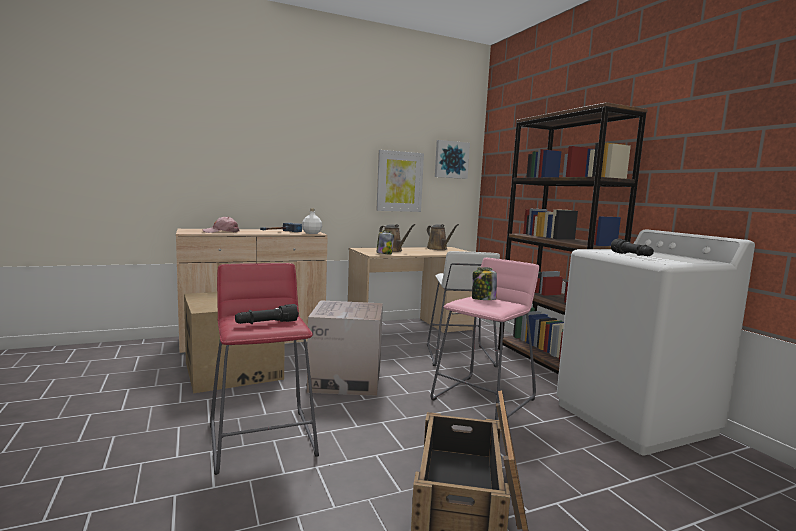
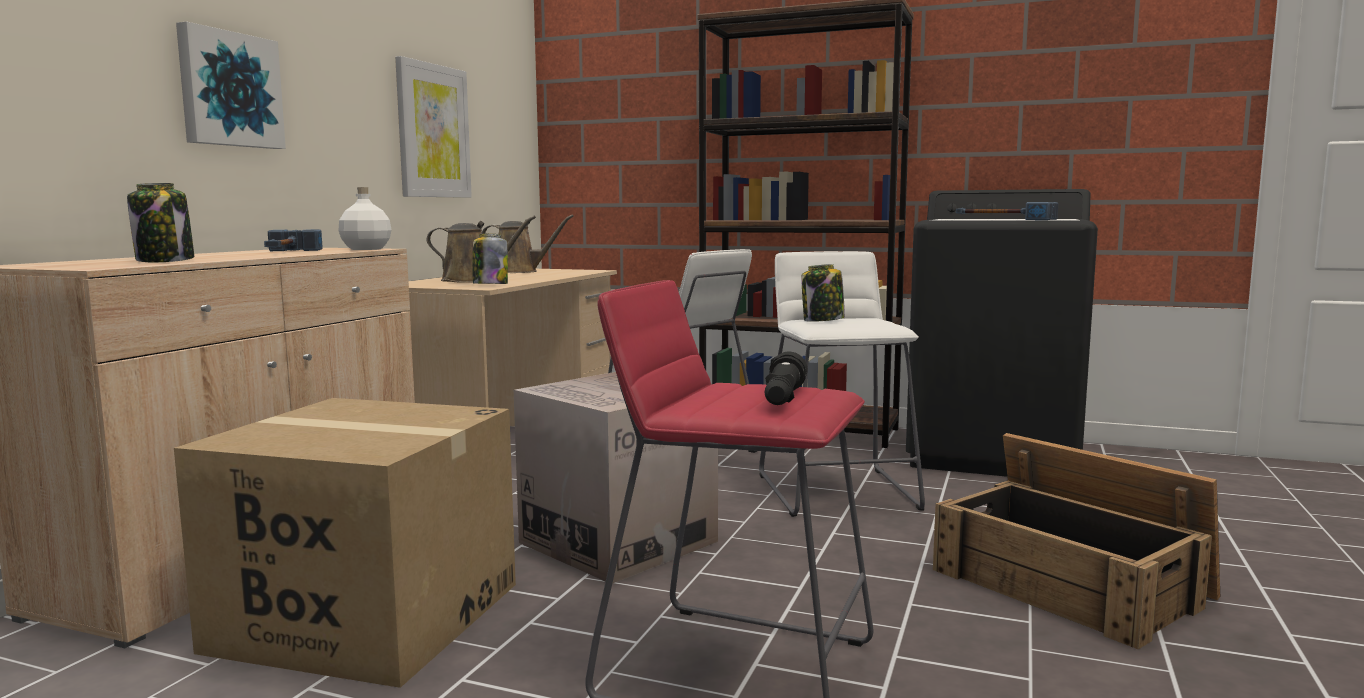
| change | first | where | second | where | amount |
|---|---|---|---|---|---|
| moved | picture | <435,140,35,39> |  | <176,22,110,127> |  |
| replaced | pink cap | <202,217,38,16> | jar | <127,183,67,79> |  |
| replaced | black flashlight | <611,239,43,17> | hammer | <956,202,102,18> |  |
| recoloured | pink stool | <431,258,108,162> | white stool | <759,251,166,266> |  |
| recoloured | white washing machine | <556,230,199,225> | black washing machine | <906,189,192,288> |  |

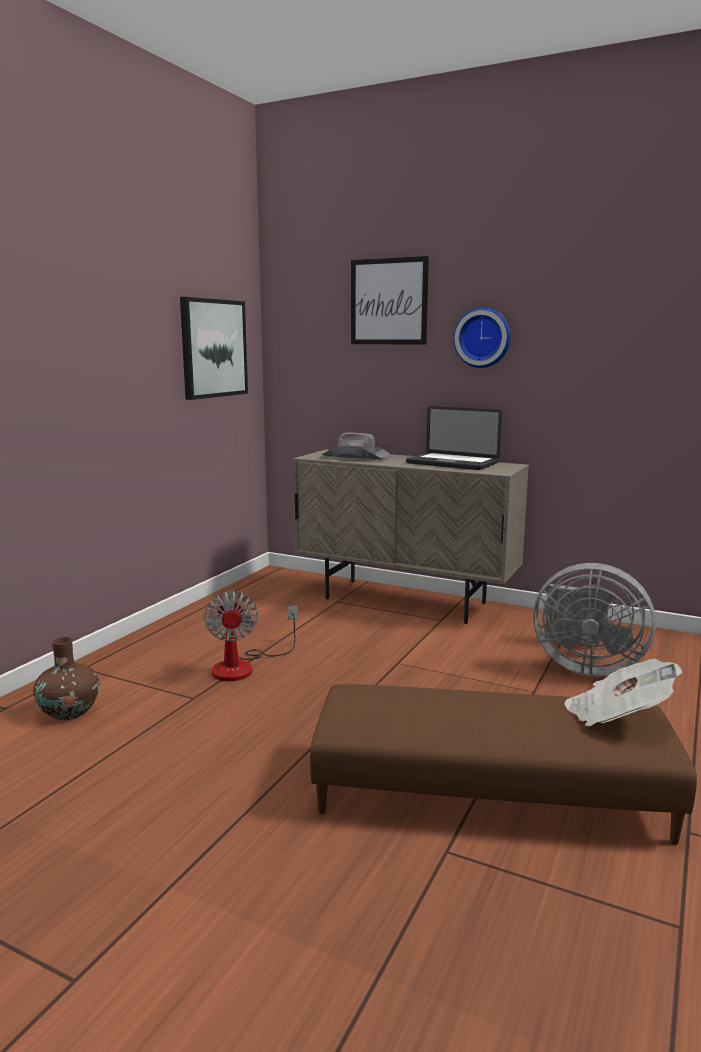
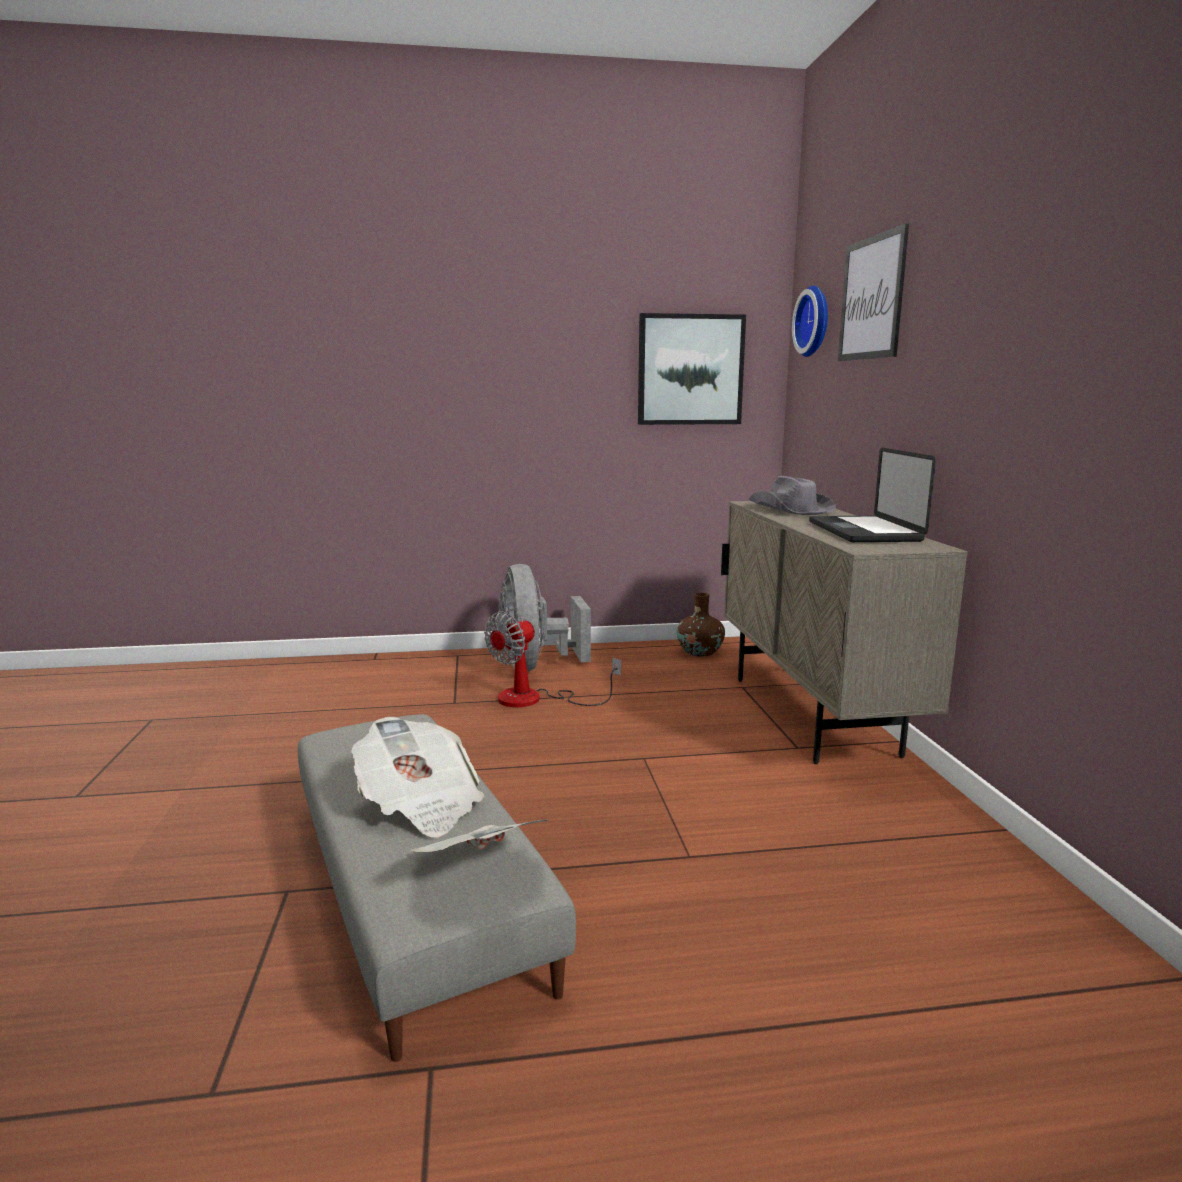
| change | first | where | second | where | amount |
|---|---|---|---|---|---|
| added |  |  | newspaper | <351,717,133,120> |  |
| moved | brown vase | <33,637,67,83> |  | <676,593,49,64> |  |
| moved | wall clock | <454,307,57,61> |  | <792,286,36,71> |  |
| moved | grey fan | <533,563,123,114> |  | <498,564,93,107> |  |
| recoloured | brown ottoman | <310,684,387,161> | grey ottoman | <298,714,278,348> |  |

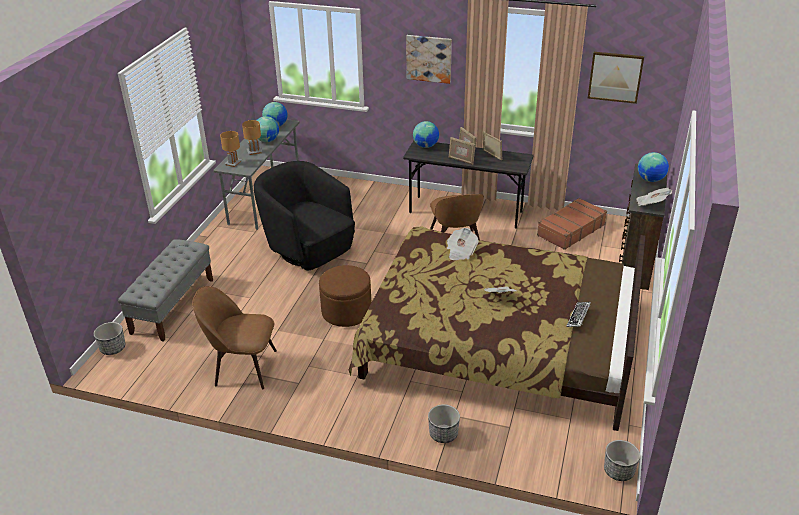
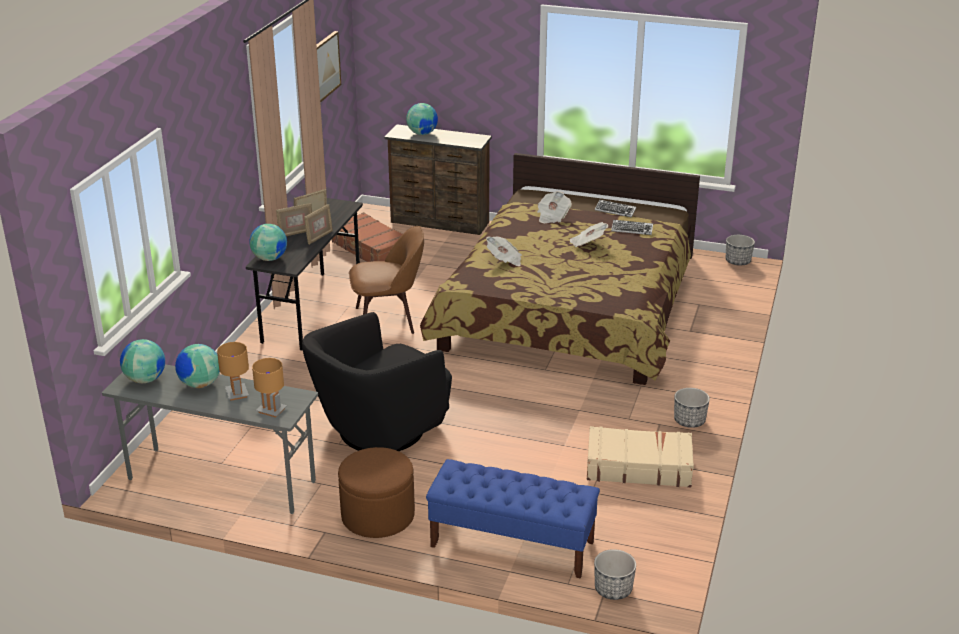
| change | first | where | second | where | amount |
|---|---|---|---|---|---|
| removed | picture | <406,35,46,49> |  |  |  |
| added |  |  | keyboard | <611,220,42,15> |  |
| moved | brown ottoman | <319,265,52,62> |  | <338,447,77,91> |  |
| moved | planter | <428,404,32,39> |  | <674,388,36,40> |  |
| moved | newspaper | <636,188,36,18> |  | <537,191,35,32> |  |
| replaced | brown chair | <192,286,85,104> | beige suitcase | <587,426,107,61> |  |
| recoloured | grey bench | <118,239,95,103> | blue bench | <426,459,174,120> |  |

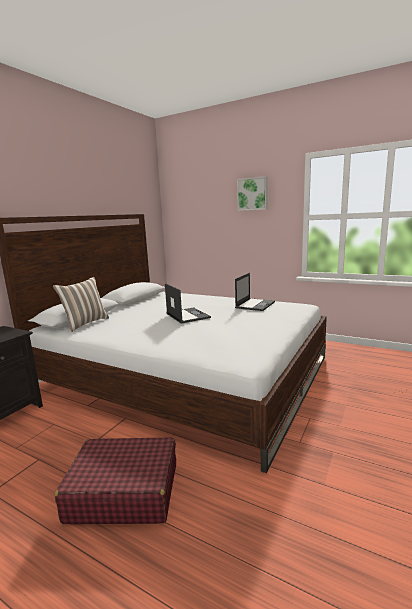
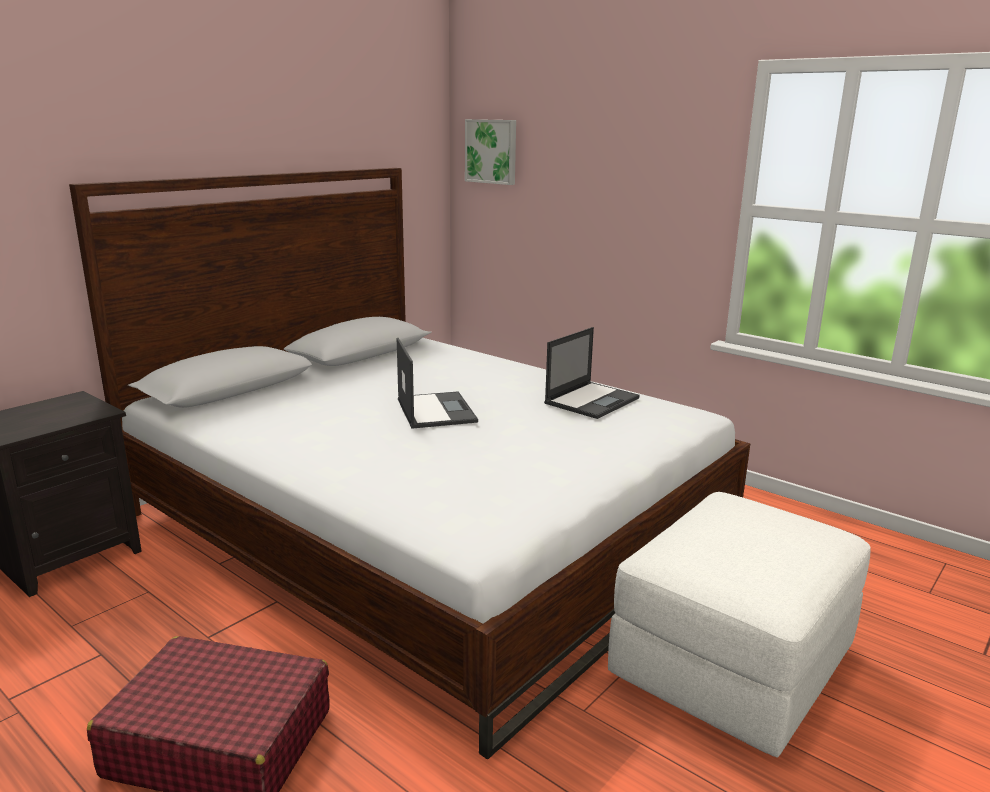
| change | first | where | second | where | amount |
|---|---|---|---|---|---|
| removed | pillow | <53,277,56,55> |  |  |  |
| added |  |  | white ottoman | <608,492,263,266> |  |
| moved | picture | <237,176,31,35> |  | <465,119,51,66> |  |

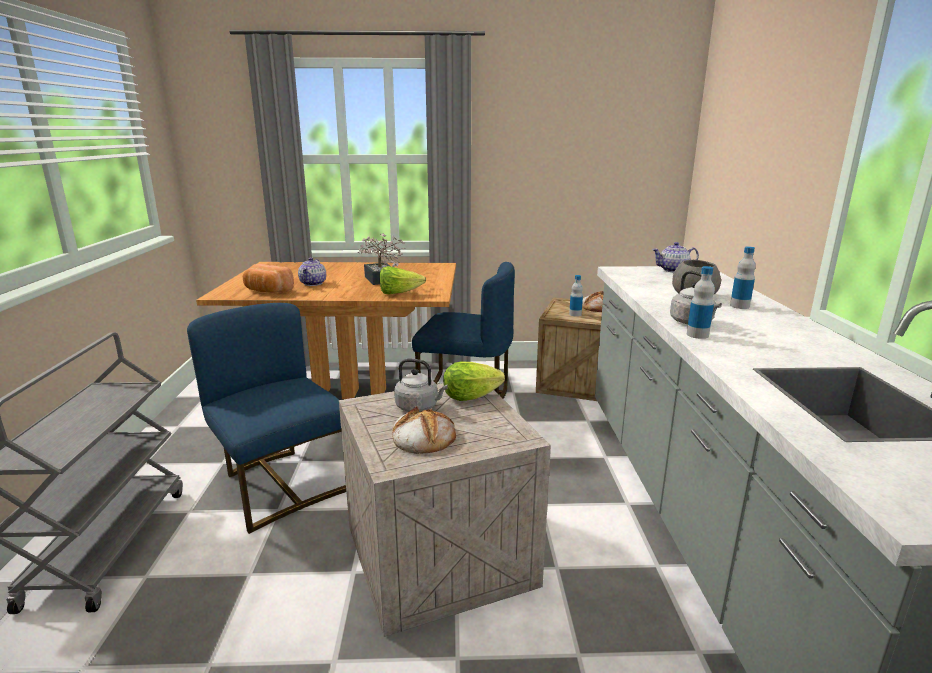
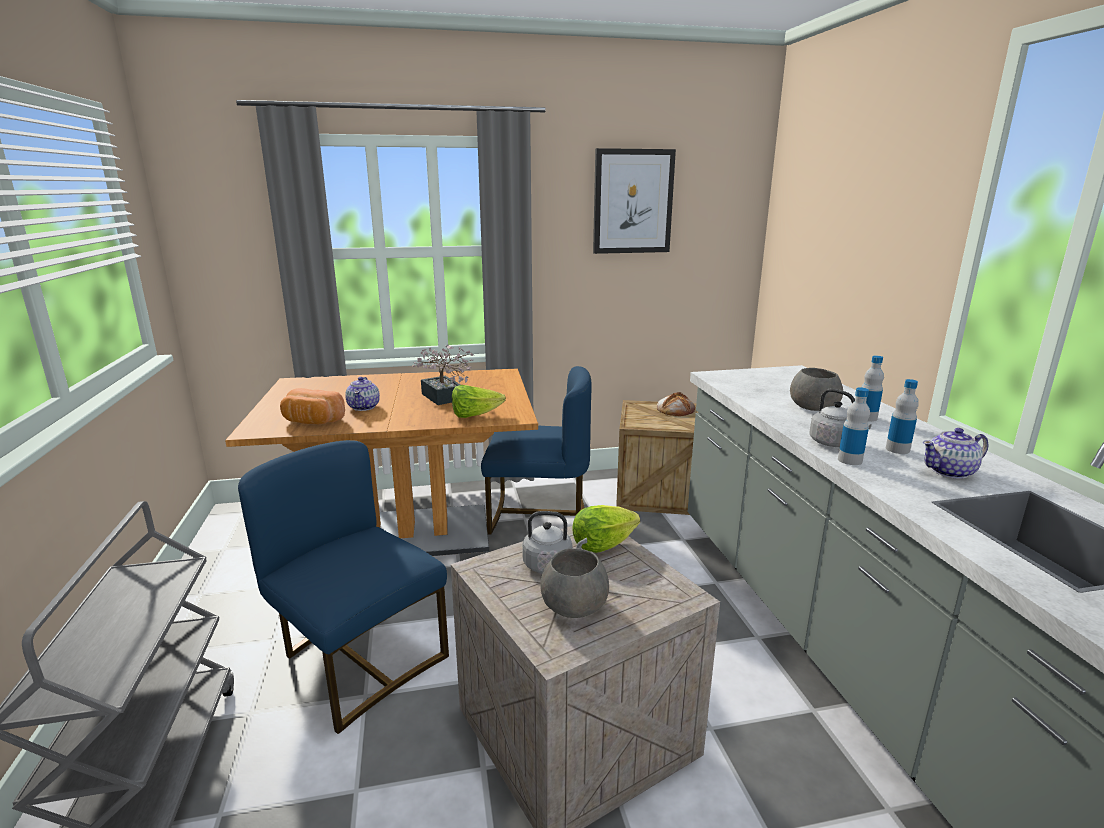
| change | first | where | second | where | amount |
|---|---|---|---|---|---|
| added |  |  | picture | <593,148,83,106> |  |
| moved | bottle | <569,275,14,42> |  | <886,379,33,75> |  |
| moved | teapot | <652,242,47,30> |  | <923,428,65,51> |  |
| replaced | bread | <392,406,64,47> | grey bowl | <540,548,69,70> |  |

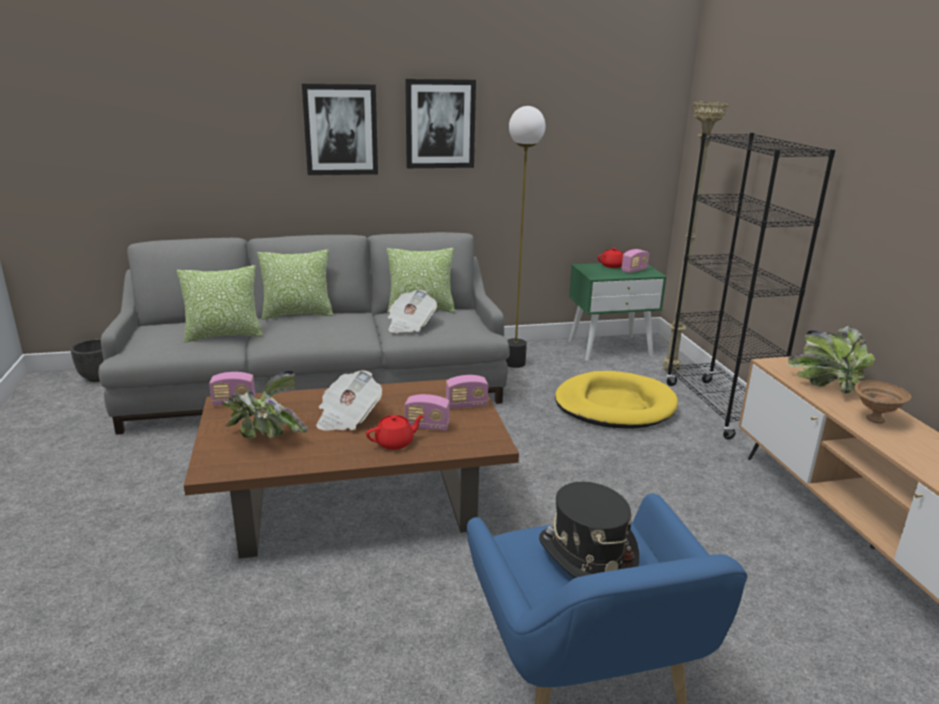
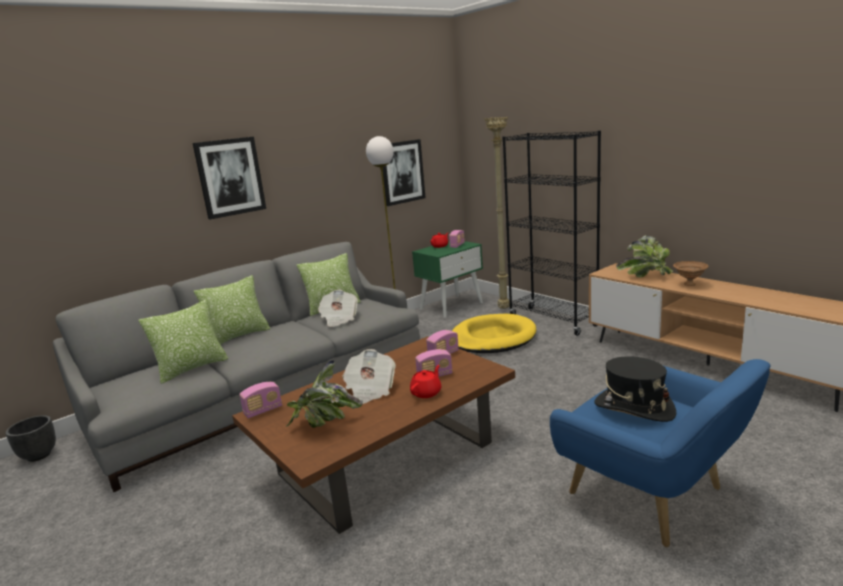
| change | first | where | second | where | amount |
|---|---|---|---|---|---|
| moved | picture | <405,79,71,89> |  | <383,139,43,67> |  |

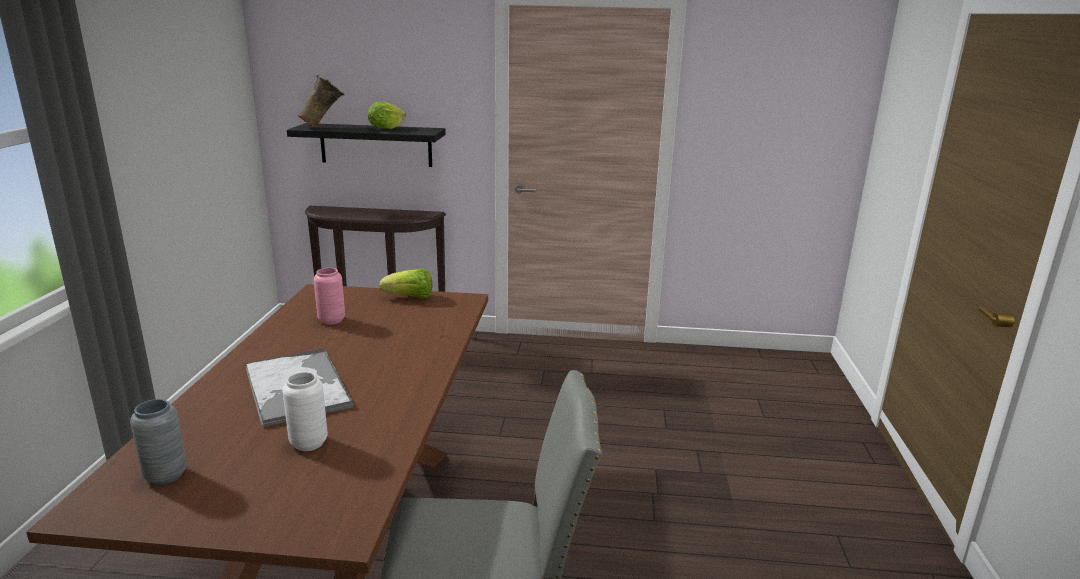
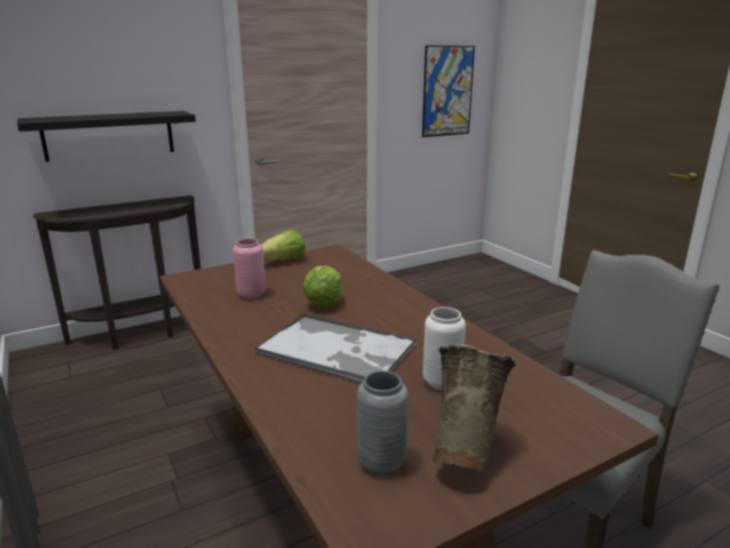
| change | first | where | second | where | amount |
|---|---|---|---|---|---|
| added |  |  | picture | <422,46,53,91> |  |
| moved | beige vase | <298,75,47,53> |  | <433,344,83,129> |  |
| moved | lettuce | <368,102,38,27> |  | <302,266,41,41> |  |

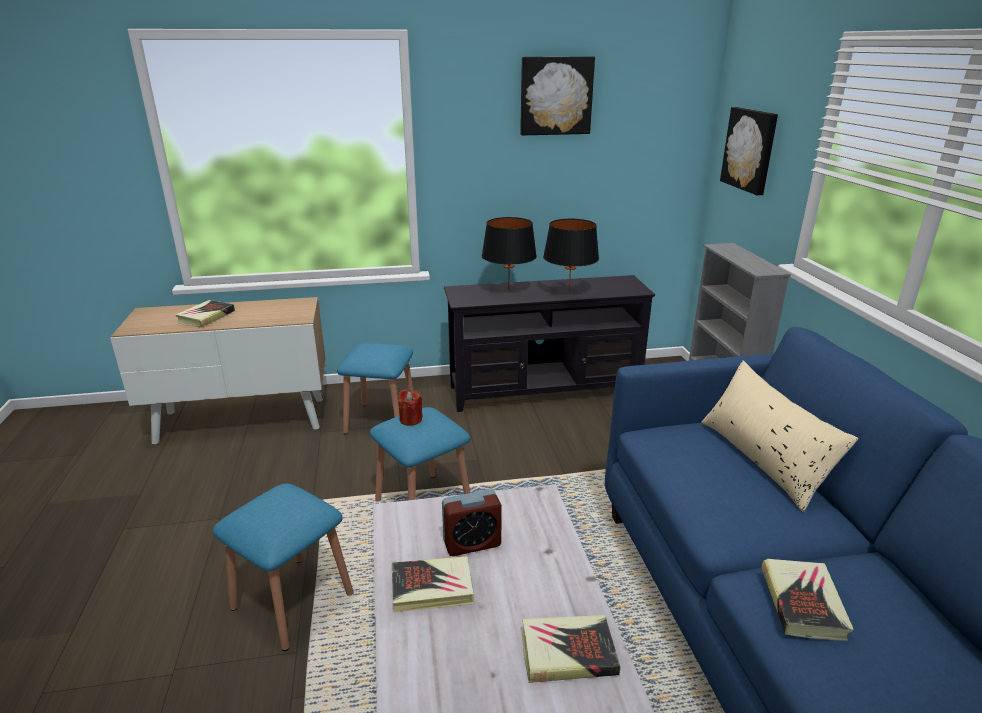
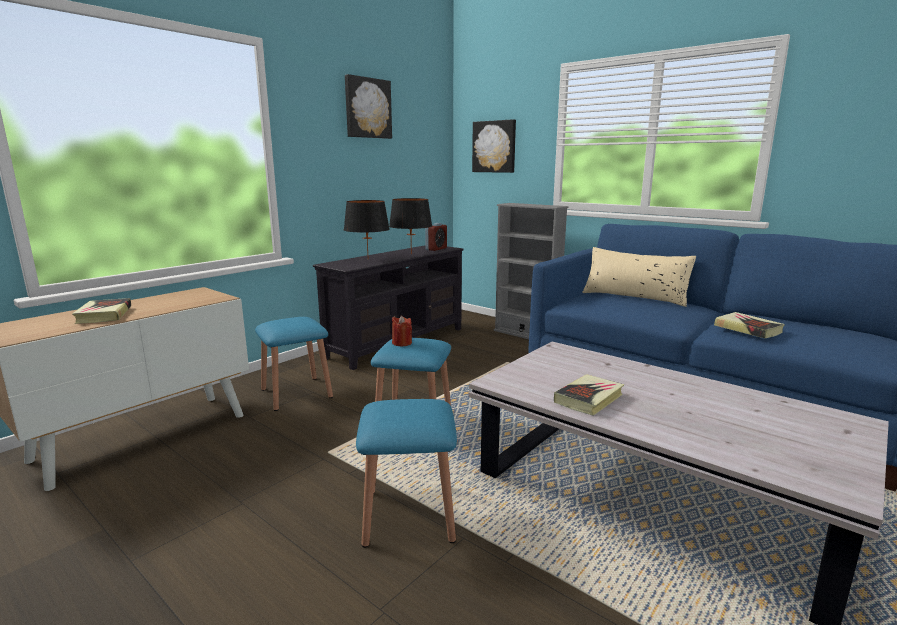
| change | first | where | second | where | amount |
|---|---|---|---|---|---|
| removed | book | <522,615,98,68> |  |  |  |
| moved | alarm clock | <442,489,60,67> |  | <425,223,22,28> |  |

